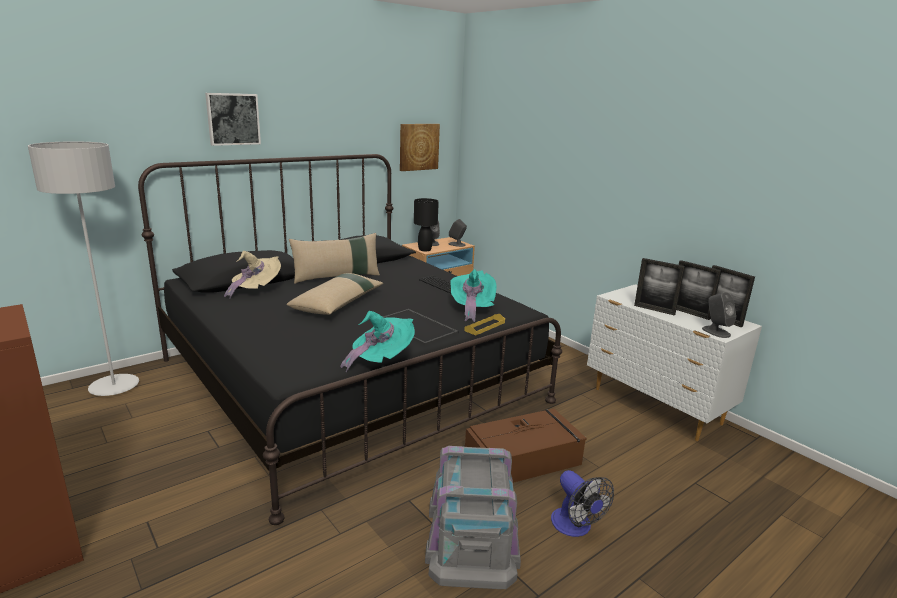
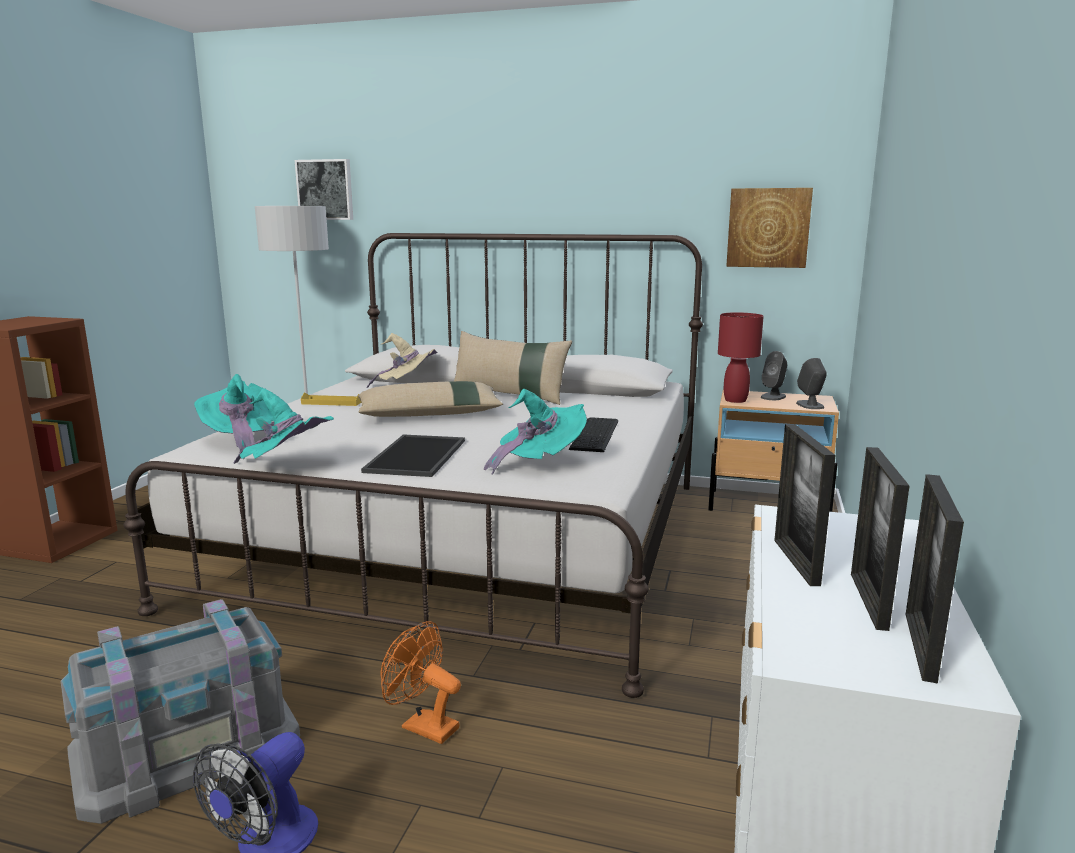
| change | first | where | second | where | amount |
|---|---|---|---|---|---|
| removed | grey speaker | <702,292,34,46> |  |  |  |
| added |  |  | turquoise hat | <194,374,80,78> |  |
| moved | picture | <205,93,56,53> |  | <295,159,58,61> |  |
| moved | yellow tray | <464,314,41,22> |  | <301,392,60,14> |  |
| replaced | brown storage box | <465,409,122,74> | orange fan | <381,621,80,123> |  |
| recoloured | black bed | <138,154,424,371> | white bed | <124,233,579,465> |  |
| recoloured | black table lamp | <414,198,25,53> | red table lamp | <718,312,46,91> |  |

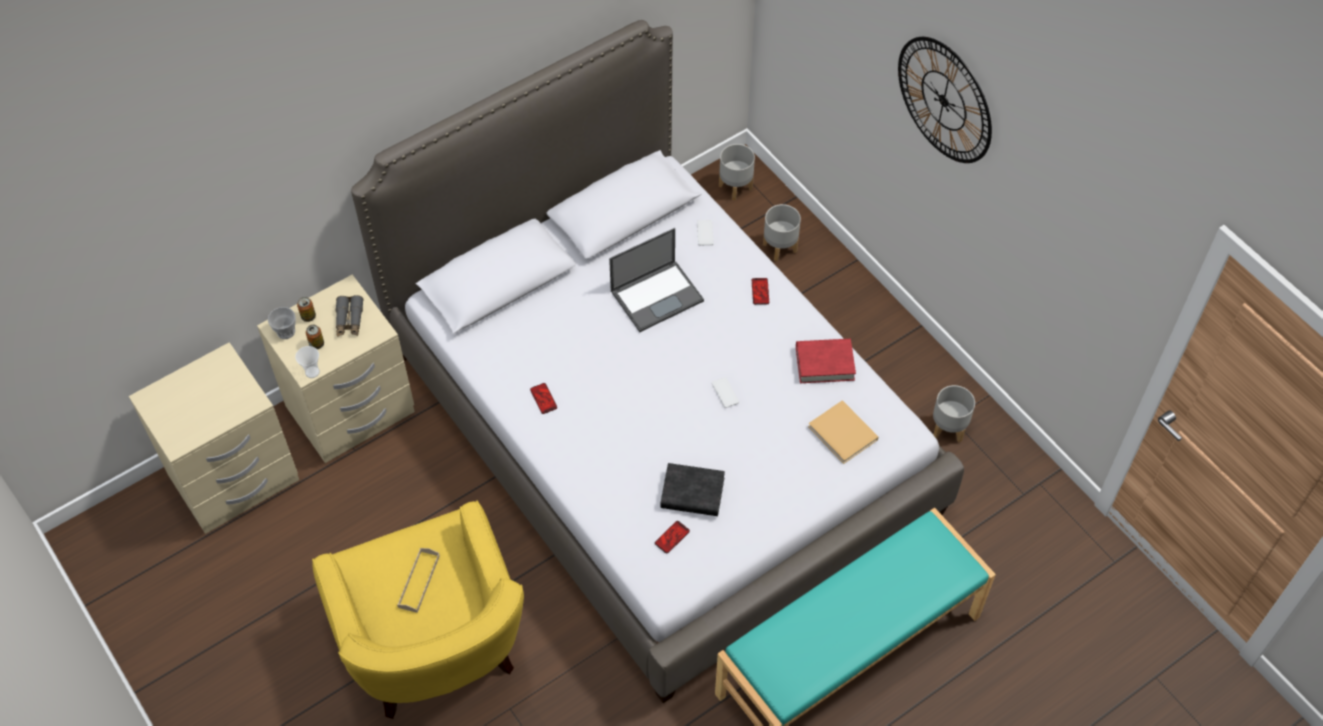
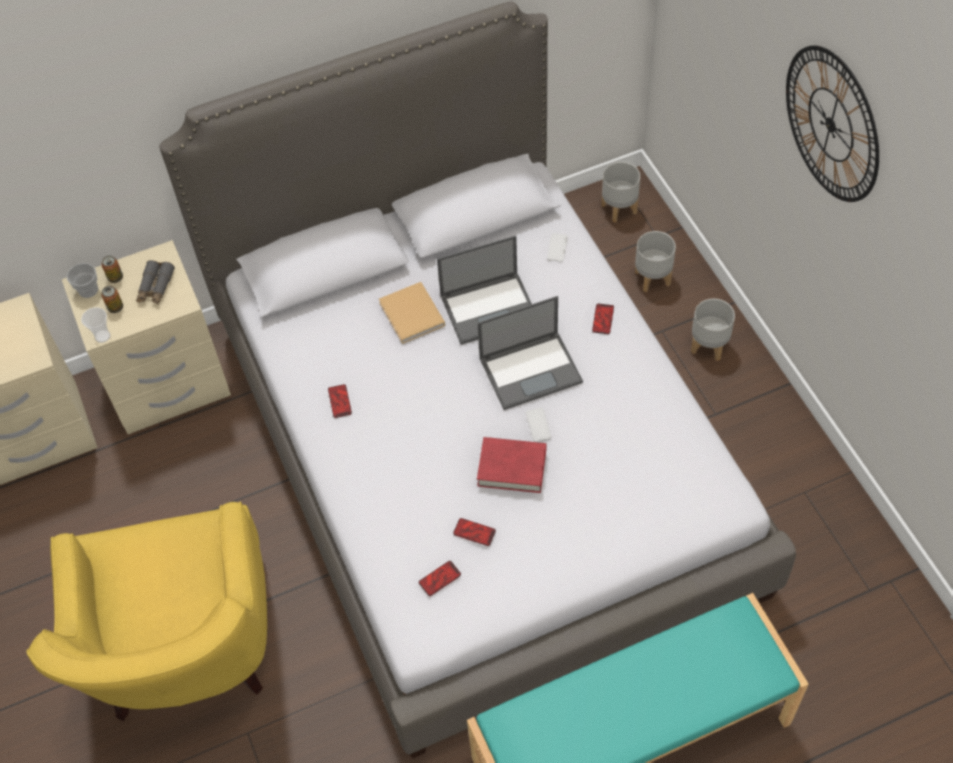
| change | first | where | second | where | amount |
|---|---|---|---|---|---|
| removed | beige tray | <397,548,43,65> |  |  |  |
| added |  |  | laptop | <477,296,106,114> |  |
| moved | red book | <796,339,60,44> |  | <477,437,70,56> |  |
| moved | beige book | <808,400,70,64> |  | <379,282,66,62> |  |
| moved | grey planter | <933,385,42,57> |  | <691,298,44,63> |  |
| replaced | black book | <660,463,65,53> | phone | <453,518,43,28> |  |

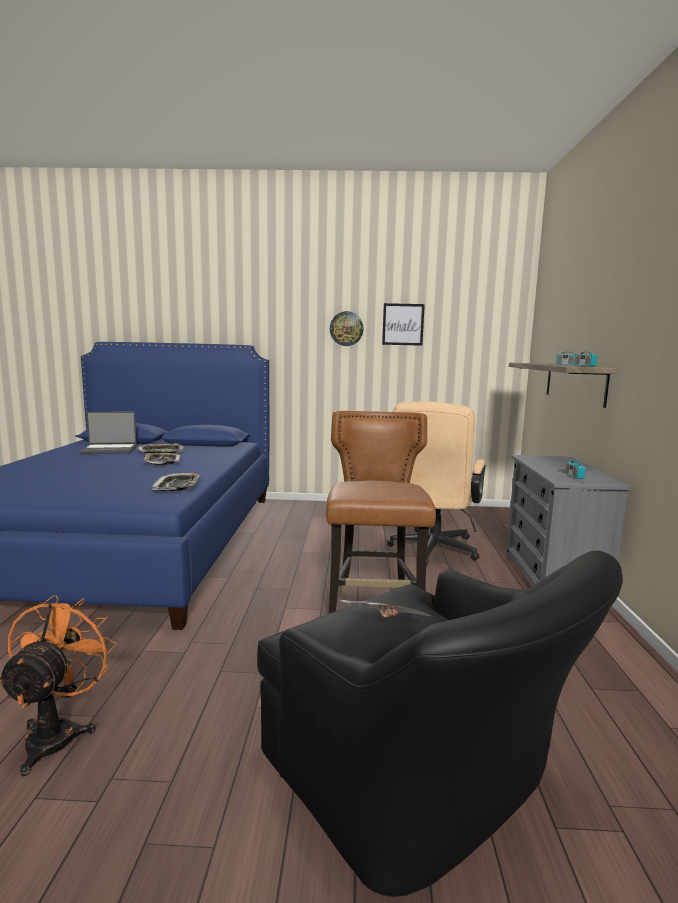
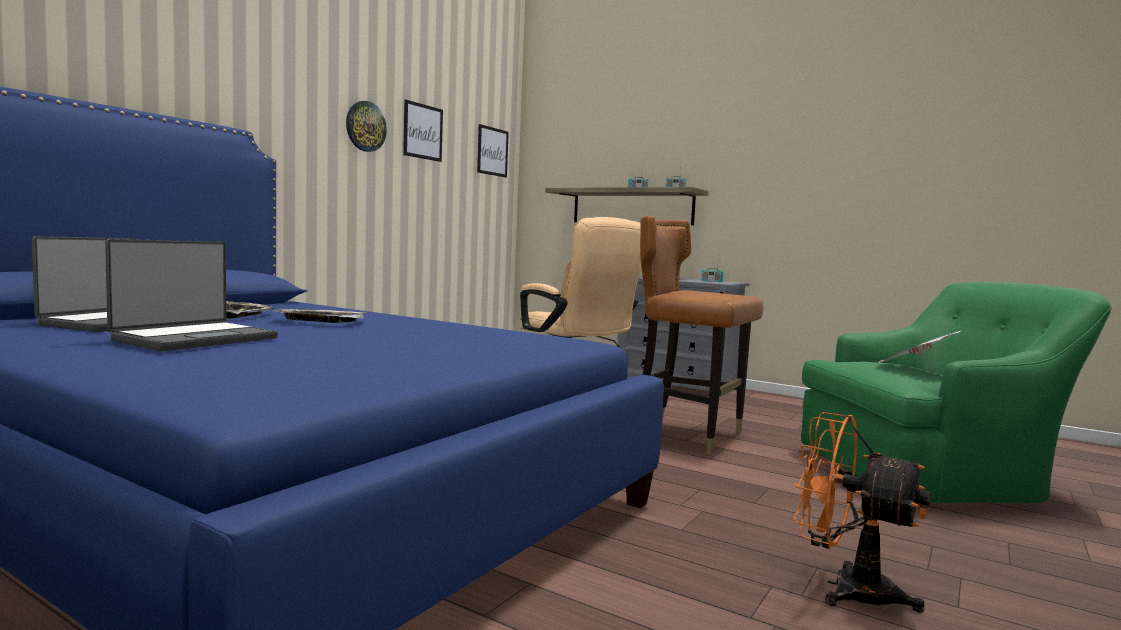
| change | first | where | second | where | amount |
|---|---|---|---|---|---|
| removed | tray | <151,473,50,18> |  |  |  |
| added |  |  | laptop | <105,239,173,112> |  |
| added |  |  | picture | <477,124,32,53> |  |
| recoloured | black armchair | <257,550,366,347> | green armchair | <801,282,311,221> |  |

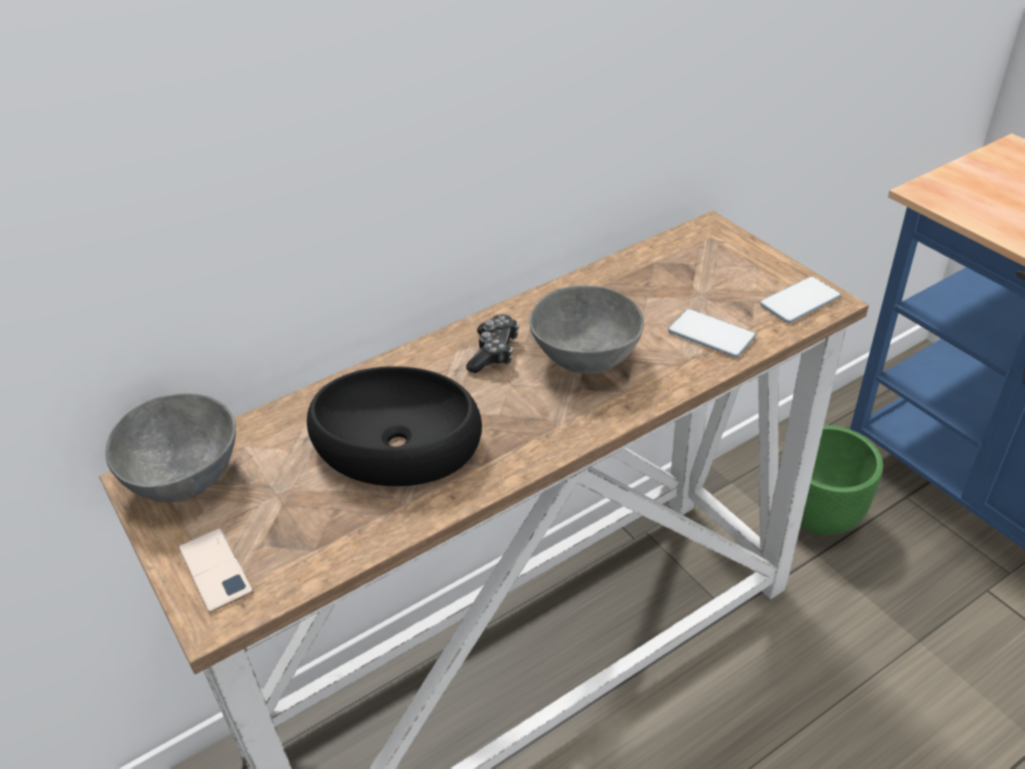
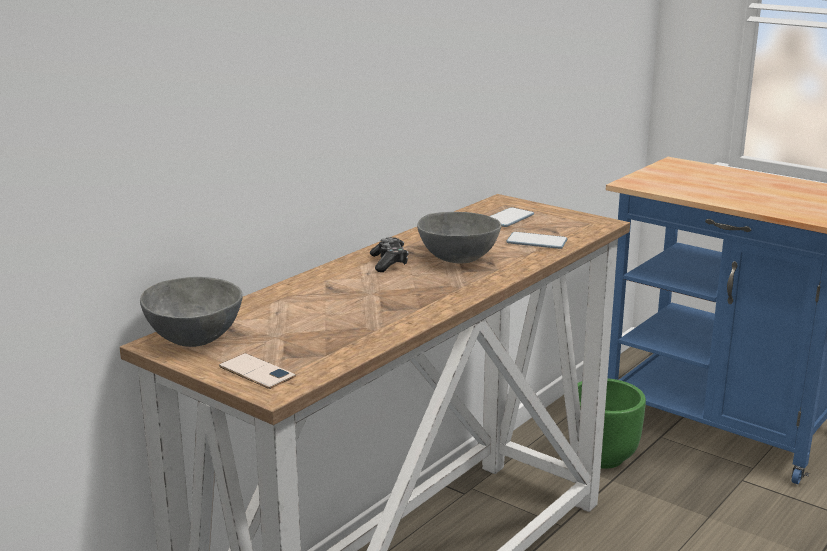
| change | first | where | second | where | amount |
|---|---|---|---|---|---|
| removed | black bowl | <307,366,175,120> |  |  |  |
| moved | phone | <760,276,81,47> |  | <490,207,44,20> |  |

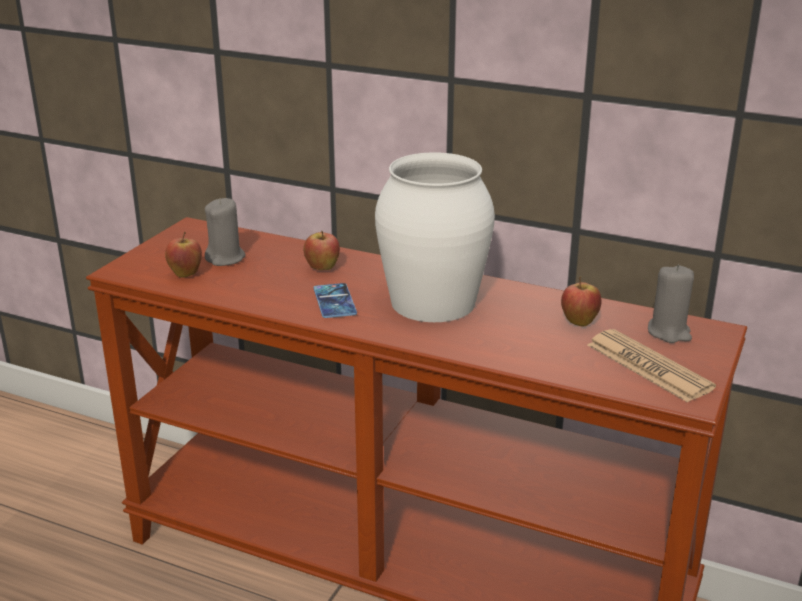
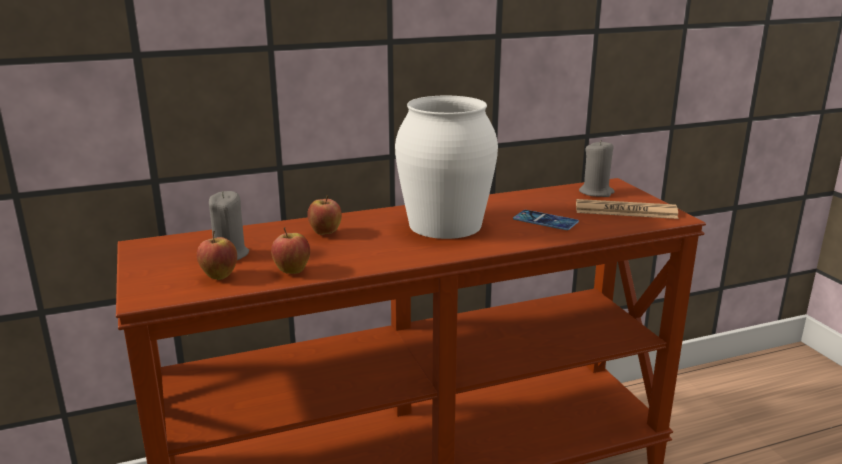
| change | first | where | second | where | amount |
|---|---|---|---|---|---|
| moved | phone | <313,283,44,35> |  | <513,210,66,20> |  |
| moved | apple | <561,276,40,51> |  | <271,227,39,47> |  |

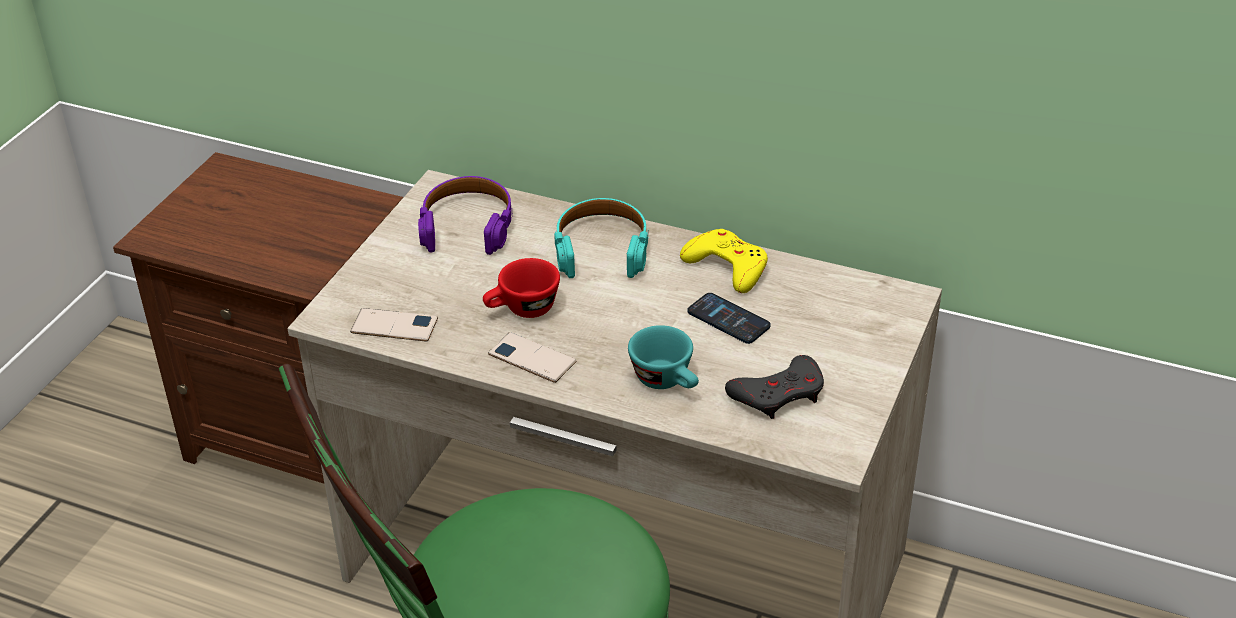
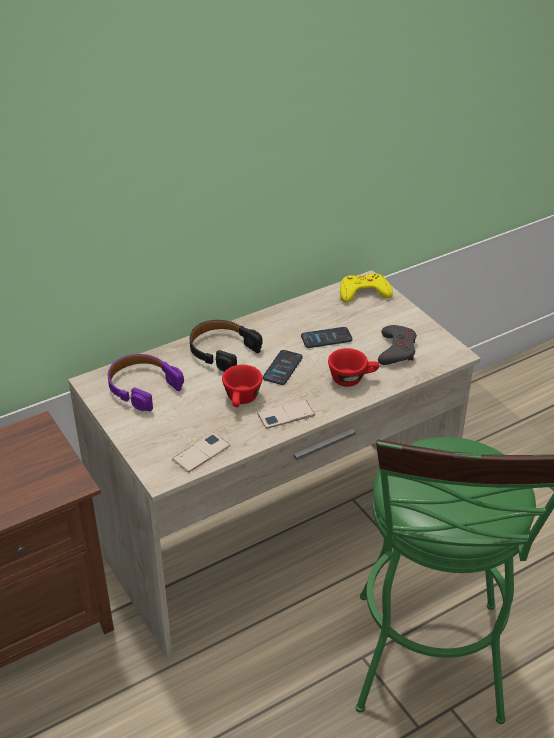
| change | first | where | second | where | amount |
|---|---|---|---|---|---|
| added |  |  | phone | <263,350,40,35> |  |
| moved | yellow game controller | <680,229,88,64> |  | <340,273,53,30> |  |
| recoloured | turquoise headphones | <554,198,95,80> | black headphones | <190,320,73,52> |  |
| recoloured | turquoise cup | <628,325,71,64> | red cup | <328,348,51,39> |  |

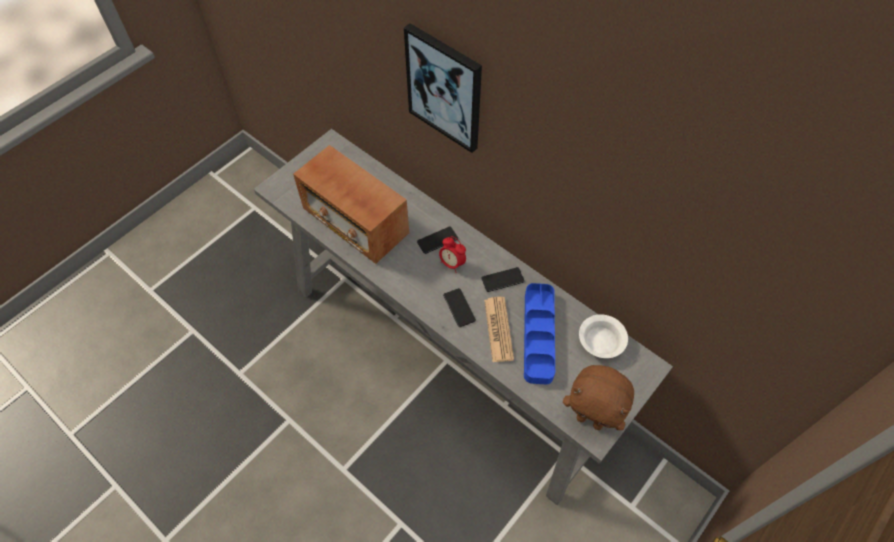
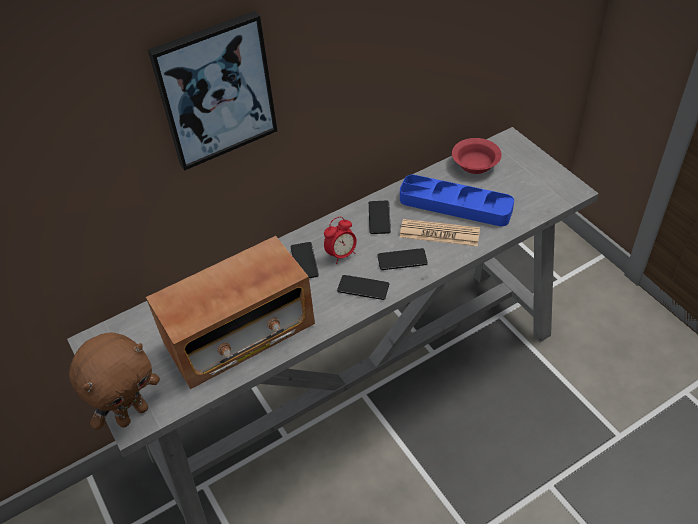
| change | first | where | second | where | amount |
|---|---|---|---|---|---|
| added |  |  | phone | <337,275,52,25> |  |
| moved | brown plush toy | <563,365,71,65> |  | <69,332,91,98> |  |
| recoloured | white bowl | <579,314,49,44> | red bowl | <452,138,50,36> |  |

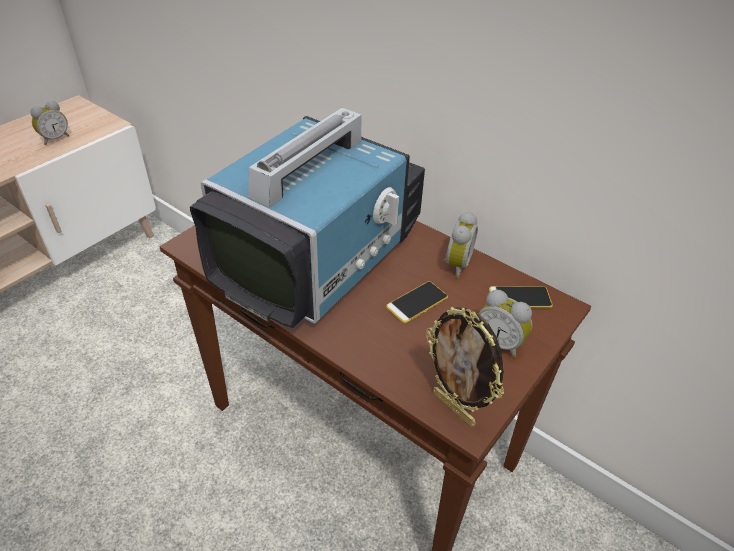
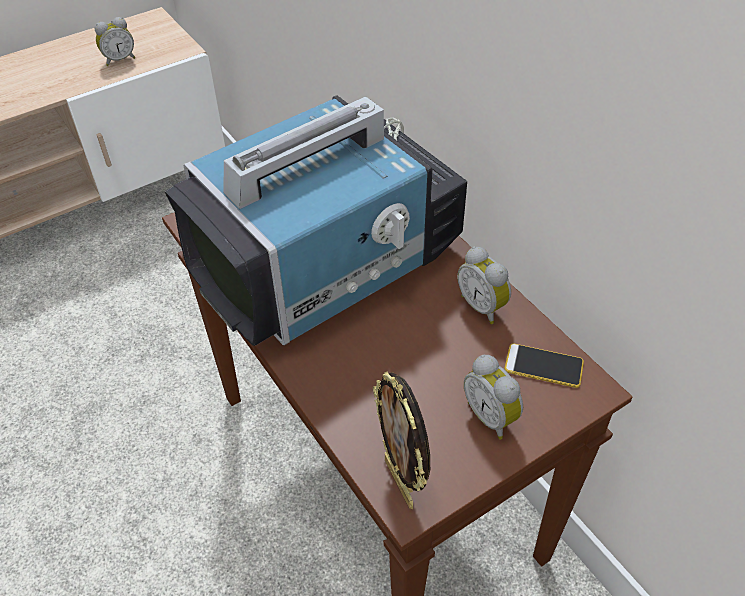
| change | first | where | second | where | amount |
|---|---|---|---|---|---|
| removed | phone | <386,281,62,42> |  |  |  |
| turned | alarm clock | <443,212,35,66> |  | <457,246,54,78> | 105 degrees clockwise |

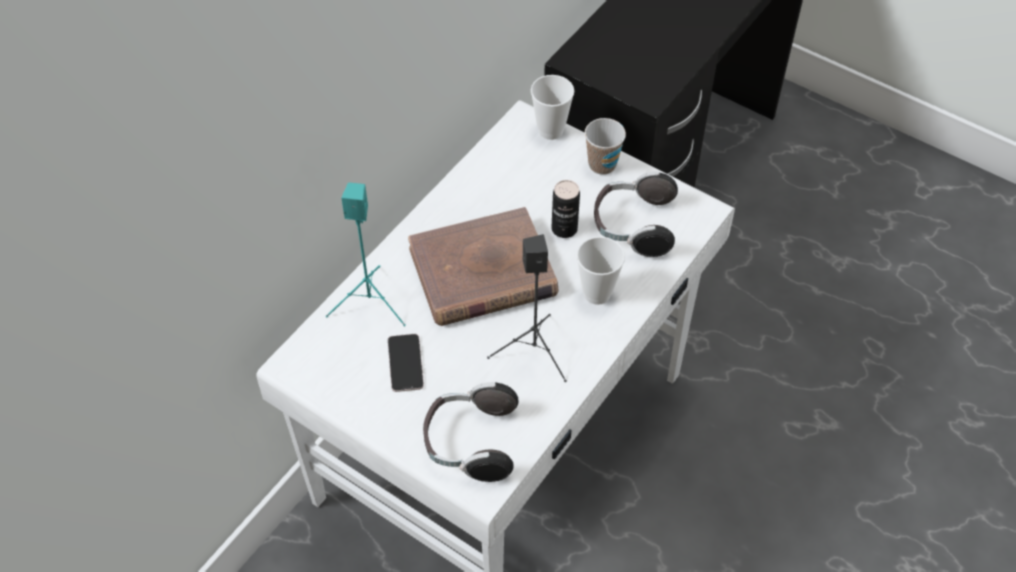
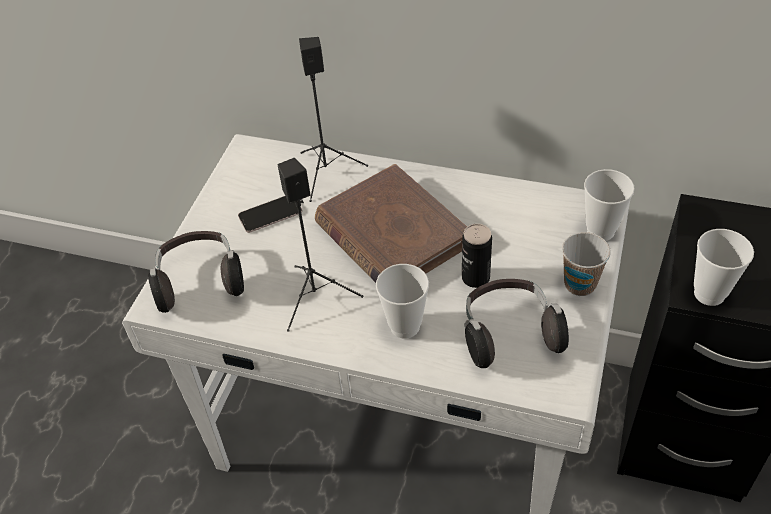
| change | first | where | second | where | amount |
|---|---|---|---|---|---|
| added |  |  | cup | <694,229,60,77> |  |
| recoloured | turquoise speaker | <326,182,80,144> | black speaker | <299,37,69,165> |  |

